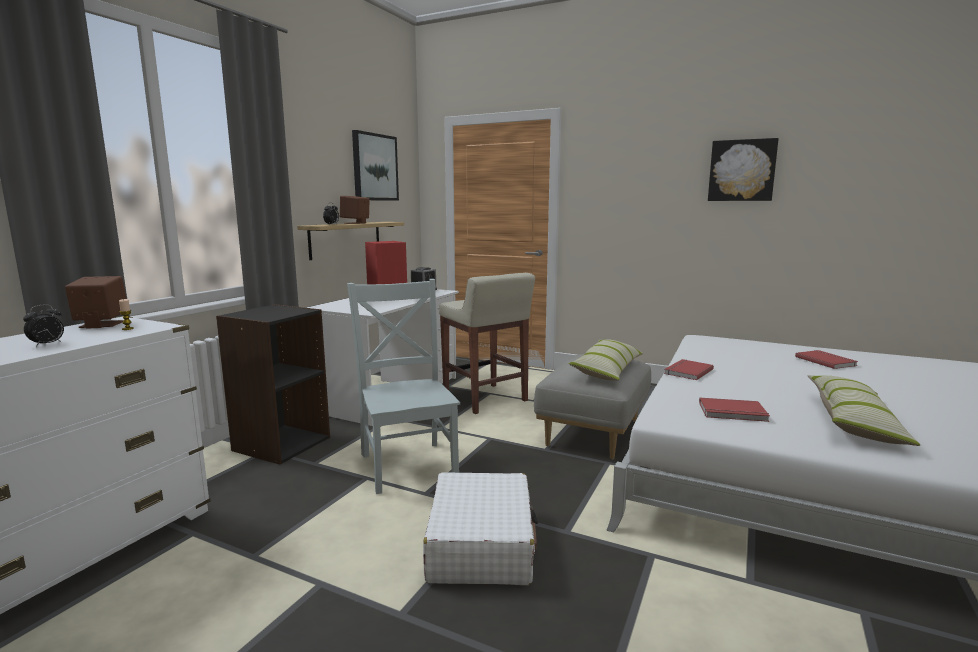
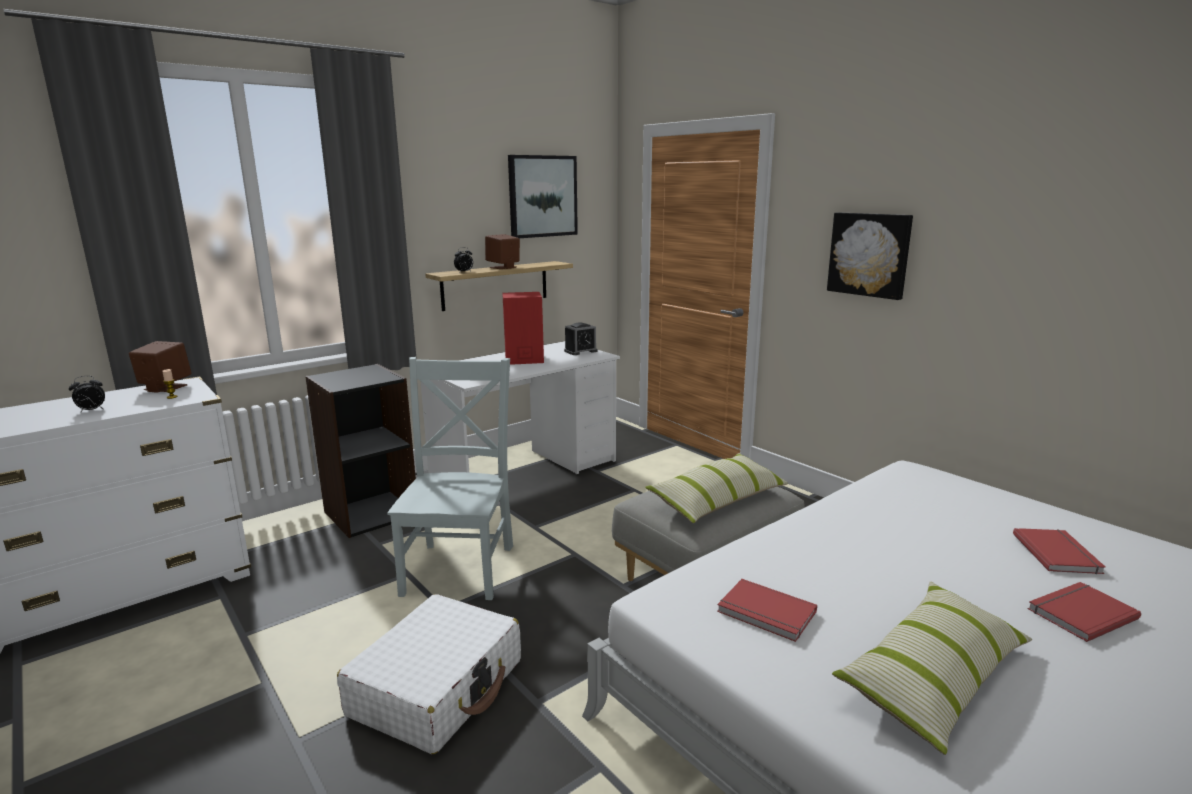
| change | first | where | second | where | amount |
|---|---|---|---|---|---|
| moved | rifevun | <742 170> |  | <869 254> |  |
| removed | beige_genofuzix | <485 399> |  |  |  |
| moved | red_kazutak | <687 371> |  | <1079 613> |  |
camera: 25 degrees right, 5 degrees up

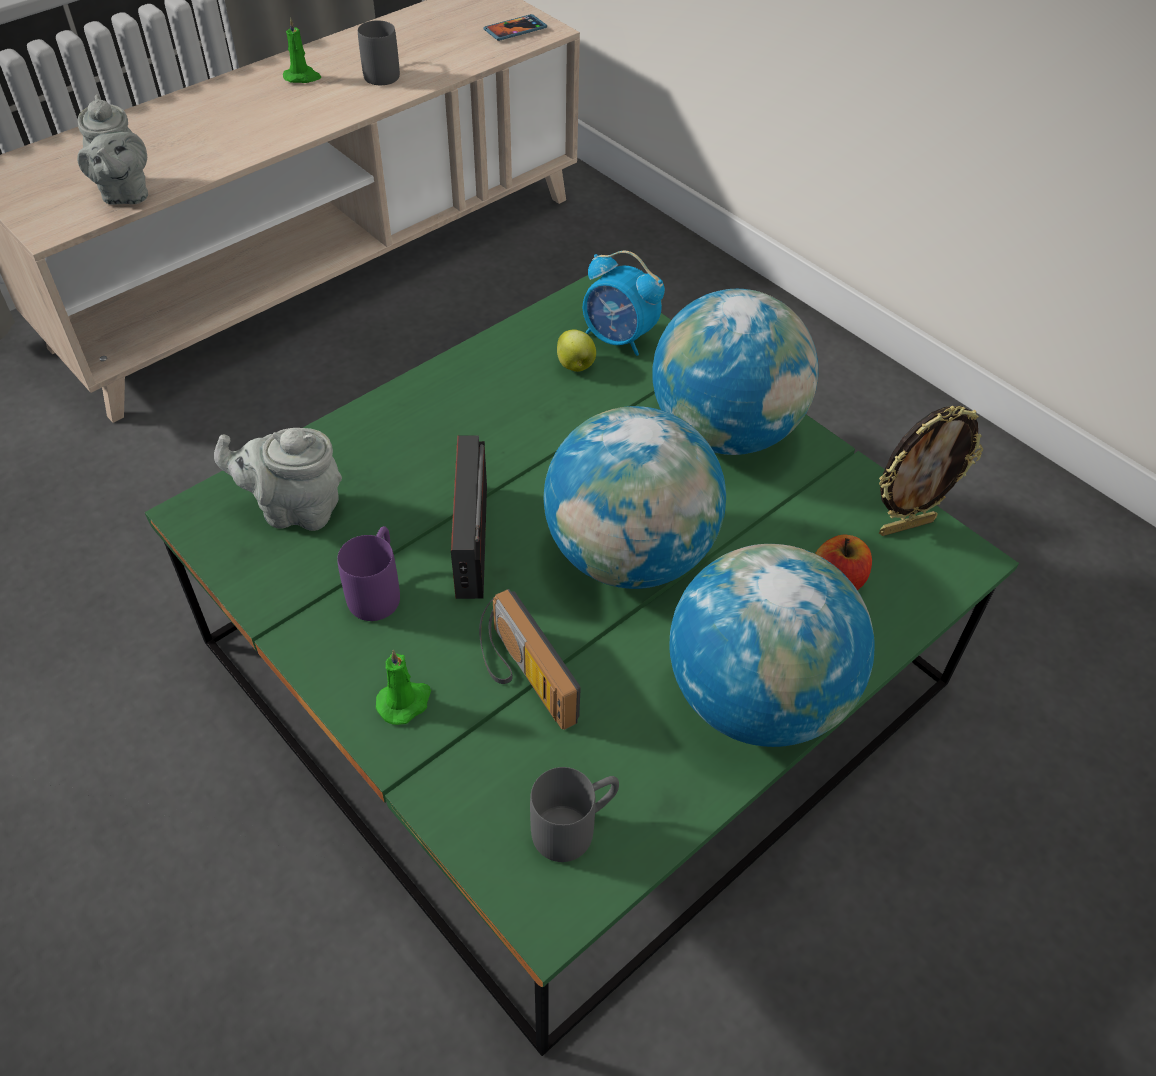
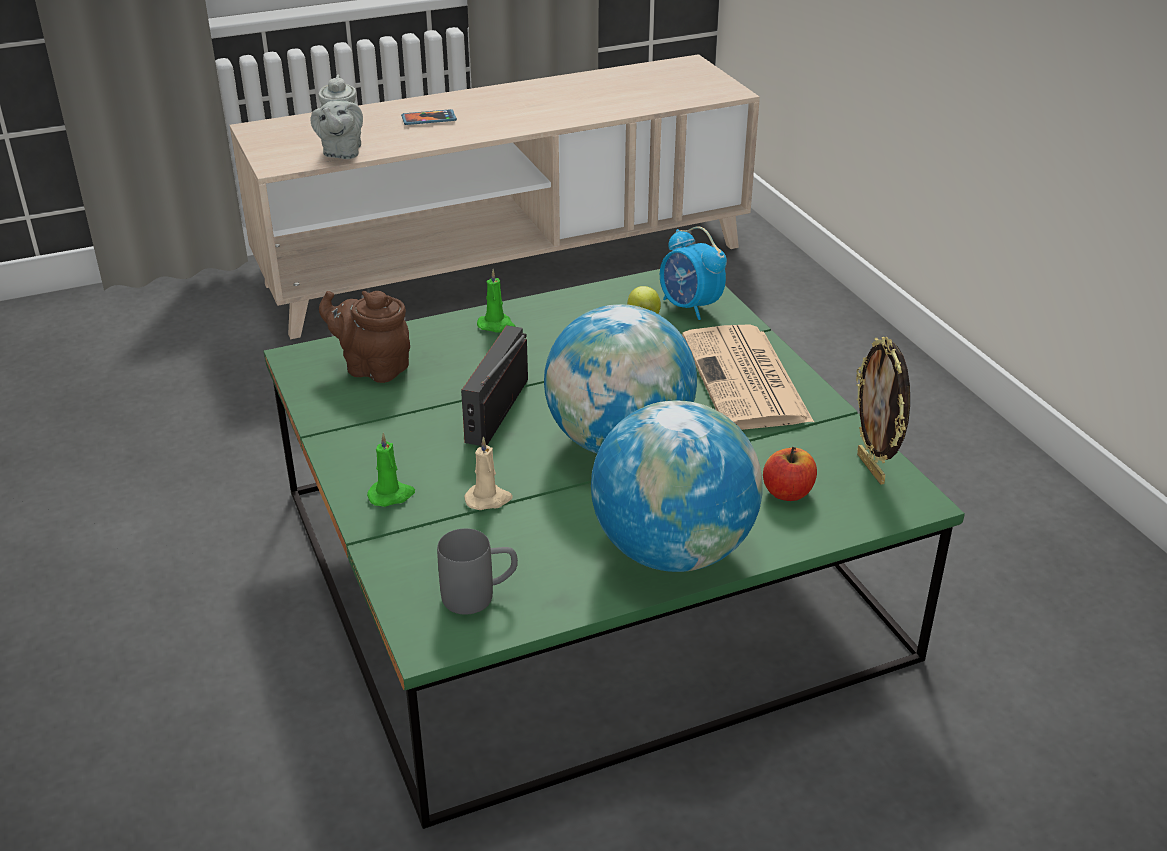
| change | first | where | second | where | amount |
|---|---|---|---|---|---|
| moved | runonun | <515 30> |  | <429 119> |  |
| moved | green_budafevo | <302 77> |  | <497 325> |  |
| removed | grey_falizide | <381 72> |  |  |  |
| replaced | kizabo | <725 431> | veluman | <747 380> |  |
| turned | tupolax | <905 525> |  | <872 468> | 75 degrees clockwise |
| recoloured | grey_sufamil | <295 509> | brown_sufamil | <372 368> |  |
| removed | purple_falizide | <378 590> |  |  |  |
| replaced | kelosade | <521 677> | beige_budafevo | <488 499> |  |
camera: 20 degrees right, 15 degrees down

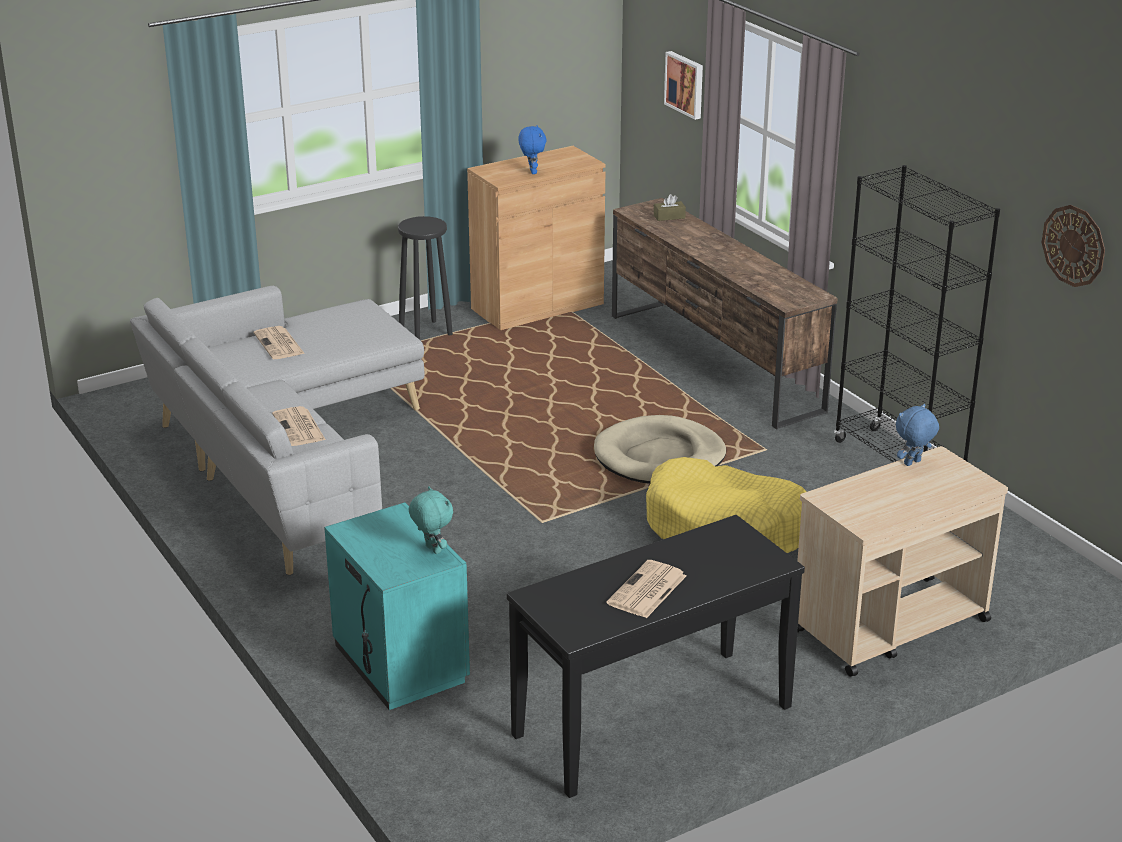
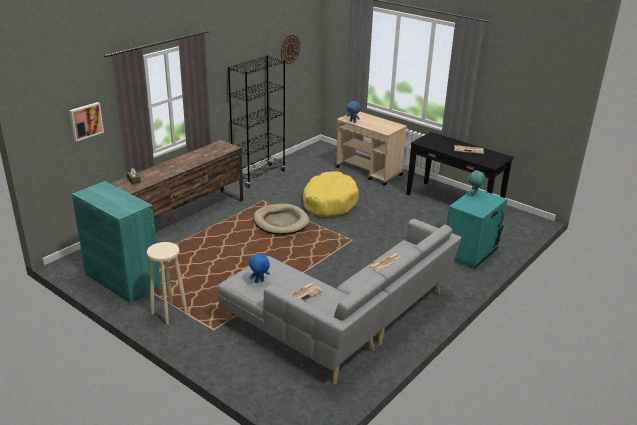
| change | first | where | second | where | amount |
|---|---|---|---|---|---|
| moved | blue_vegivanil | <532 172> |  | <259 282> |  |
| recoloured | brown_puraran | <537 306> | turquoise_puraran | <122 280> |  |
| recoloured | black_genofuzix | <426 332> | beige_genofuzix | <169 312> |  |
camera: 110 degrees left, 0 degrees up

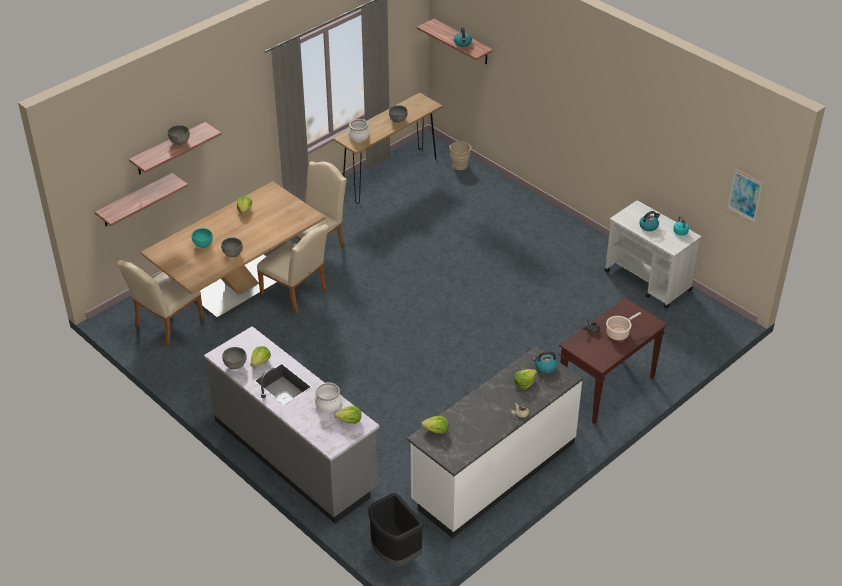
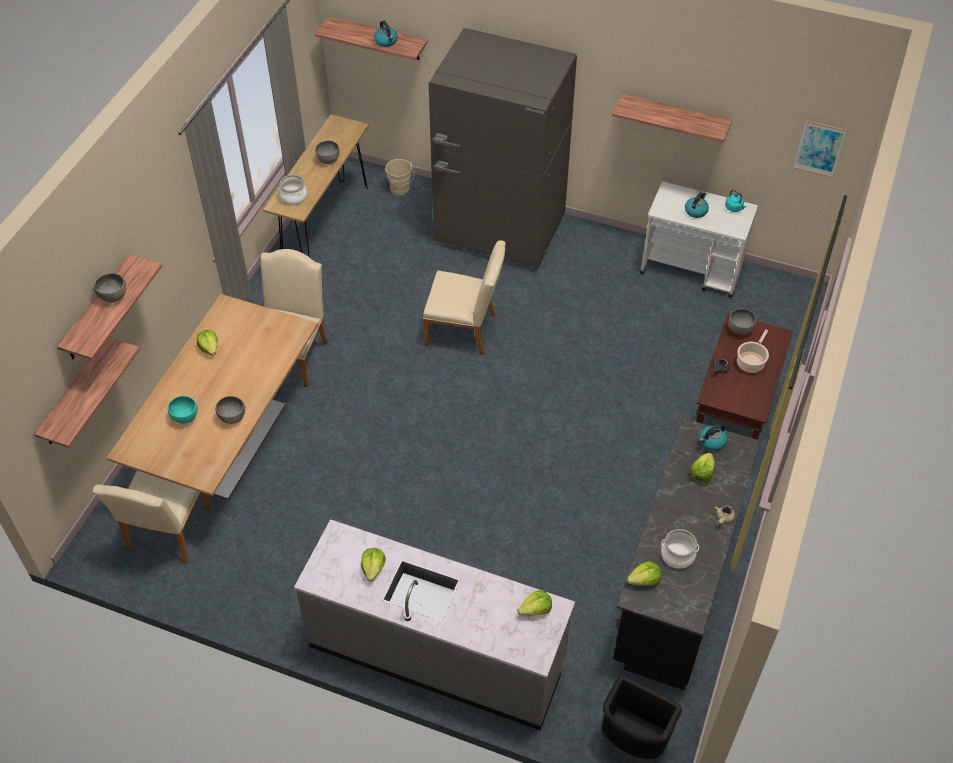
| change | first | where | second | where | amount |
|---|---|---|---|---|---|
| moved | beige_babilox | <297 294> |  | <466 330> |  |
| moved | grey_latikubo | <235 365> |  | <739 330> |  |
| recoloured | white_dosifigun | <493 472> | black_dosifigun | <676 581> |  |
| moved | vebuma | <328 404> |  | <677 555> |  |
| added |  |  | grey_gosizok | <499 231> |  |
| added |  |  | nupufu | <674 117> |  |
camera: 25 degrees left, 10 degrees up

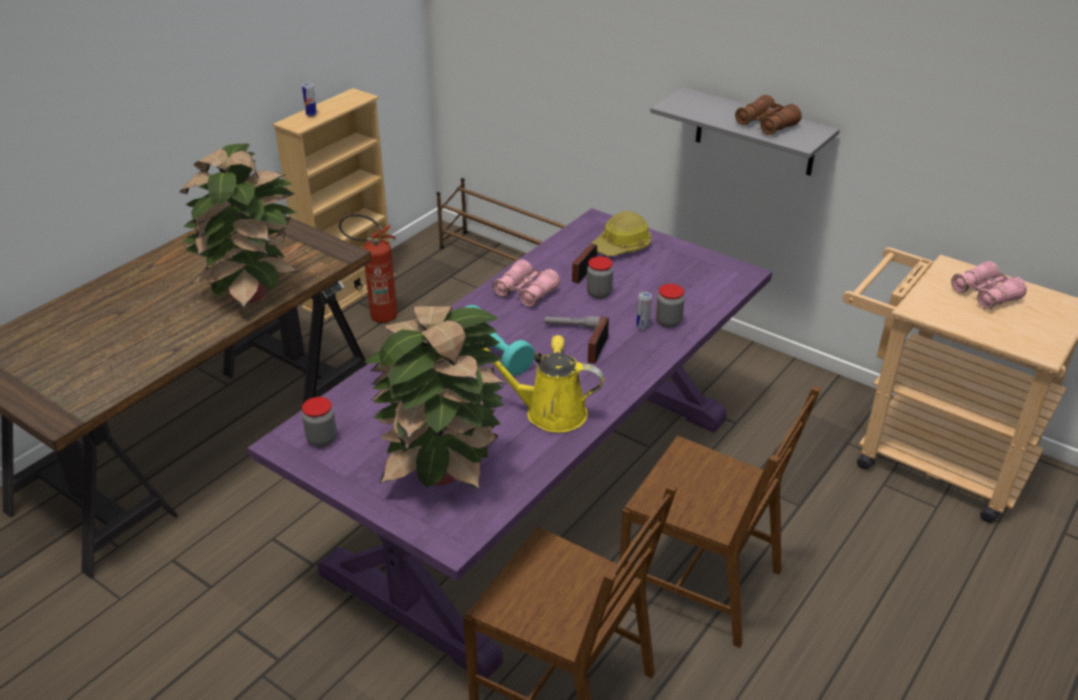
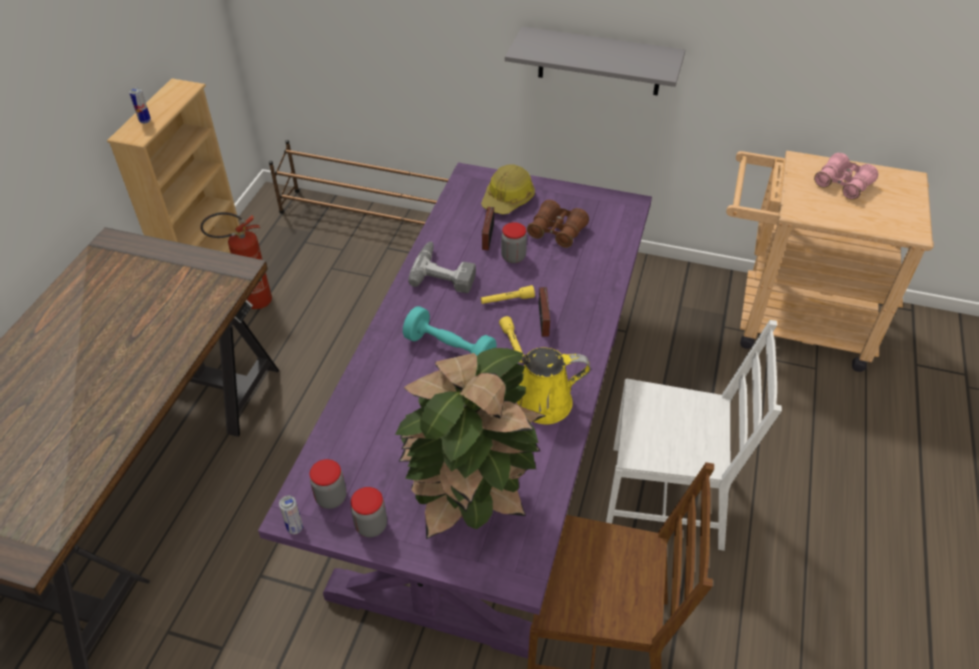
| change | first | where | second | where | amount |
|---|---|---|---|---|---|
| moved | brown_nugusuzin | <766 125> |  | <557 231> |  |
| removed | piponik | <252 293> |  |  |  |
| replaced | pink_nugusuzin | <526 292> | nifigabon | <445 272> |  |
| moved | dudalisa | <668 322> |  | <371 525> |  |
| moved | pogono | <642 327> |  | <295 528> |  |
| recoloured | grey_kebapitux | <572 326> | yellow_kebapitux | <507 300> |  |
| recoloured | brown_babilox | <702 582> | white_babilox | <667 497> |  |
camera: 20 degrees left, 10 degrees up

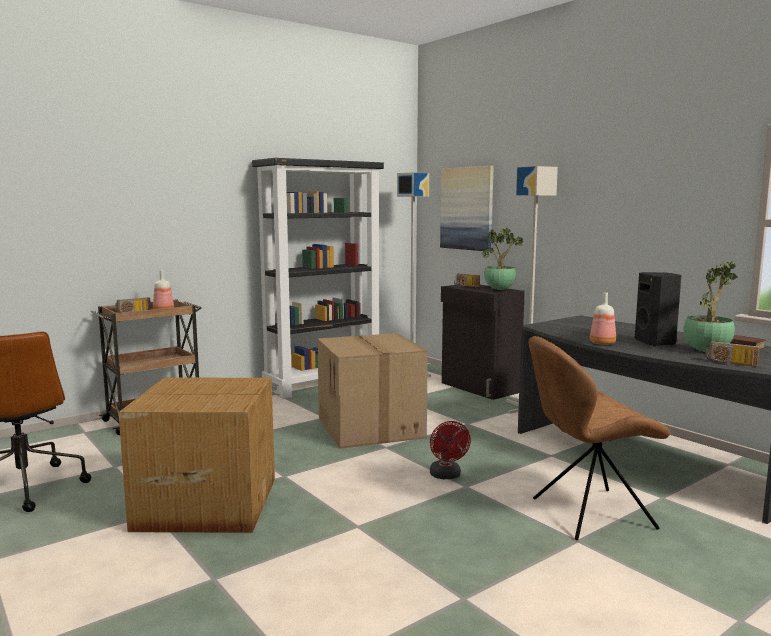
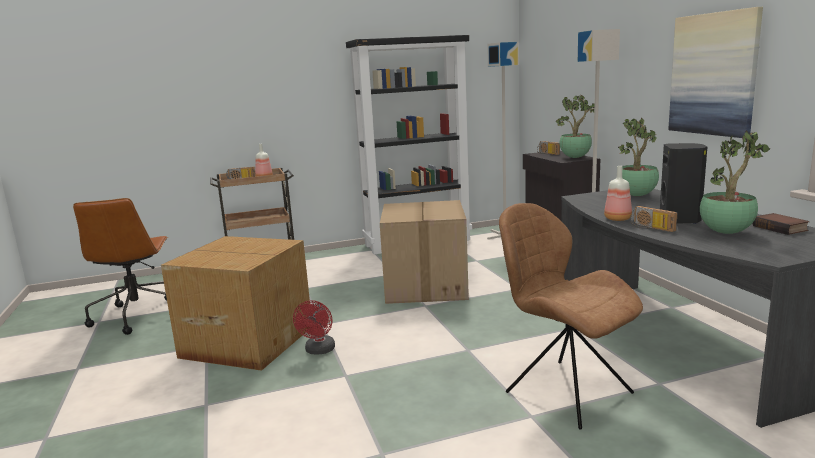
| change | first | where | second | where | amount |
|---|---|---|---|---|---|
| moved | rifevun | <467 208> |  | <713 74> |  |
| turned | brown_babilox | <588 514> |  | <564 391> | 45 degrees clockwise |
| moved | kelosade | <730 364> |  | <650 228> |  |
| moved | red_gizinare | <447 476> |  | <319 351> |  |
| added |  |  | piponik | <637 196> |  |
camera: 20 degrees right, 5 degrees up

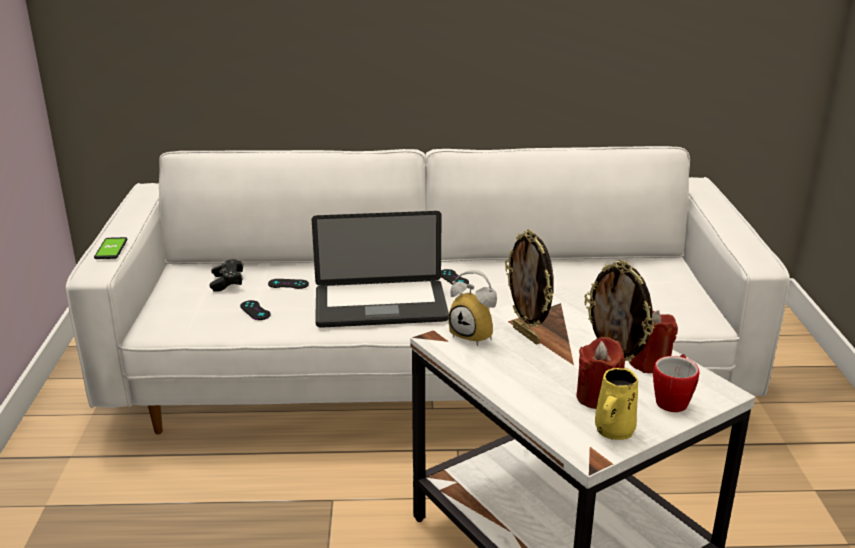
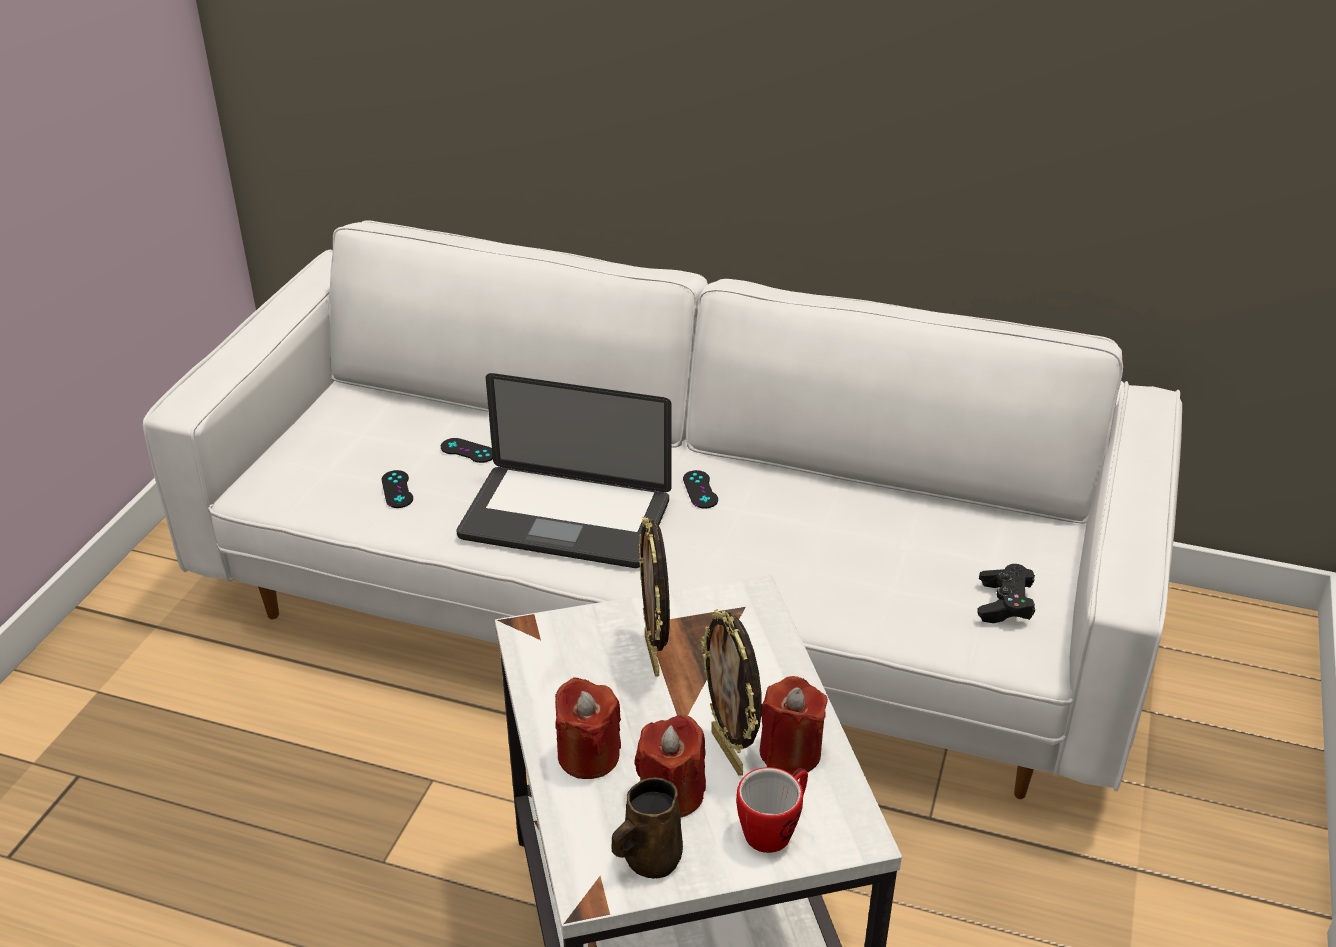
| change | first | where | second | where | amount |
|---|---|---|---|---|---|
| removed | runonun | <111 249> |  |  |  |
| moved | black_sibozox | <227 282> |  | <1004 604> |  |
| removed | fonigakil | <476 335> |  |  |  |
| recoloured | yellow_falizide | <613 431> | brown_falizide | <649 859> |  |
| added |  |  | red_budafevo | <588 756> |  |
camera: 20 degrees right, 10 degrees up

